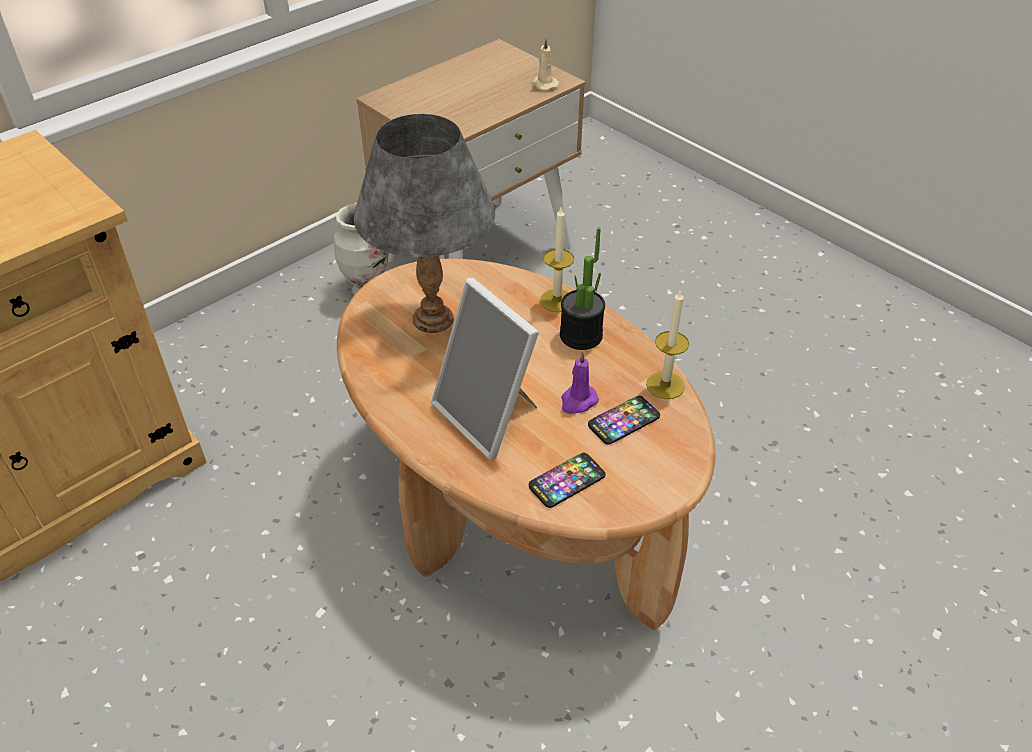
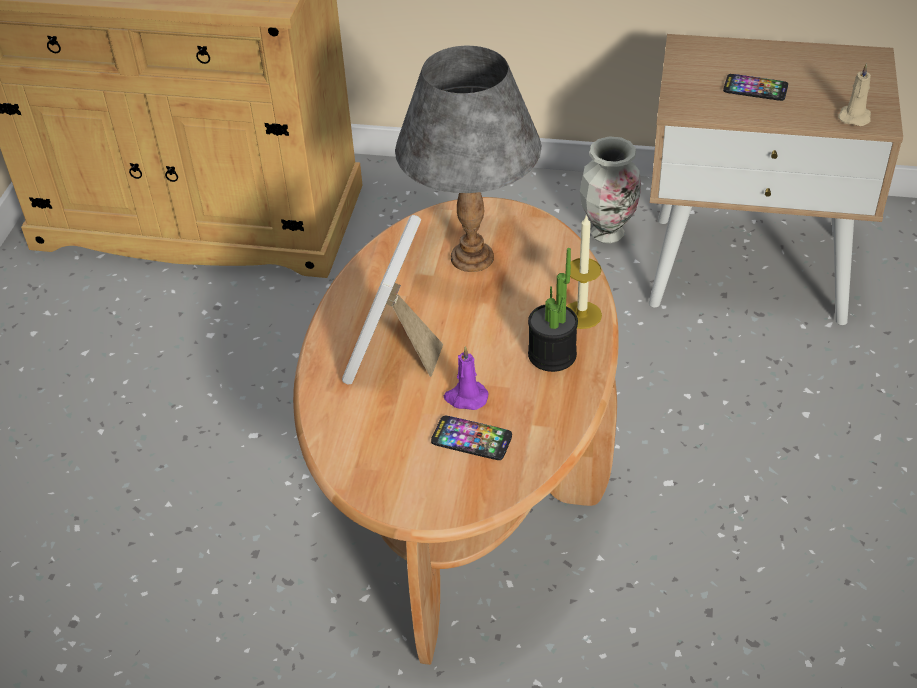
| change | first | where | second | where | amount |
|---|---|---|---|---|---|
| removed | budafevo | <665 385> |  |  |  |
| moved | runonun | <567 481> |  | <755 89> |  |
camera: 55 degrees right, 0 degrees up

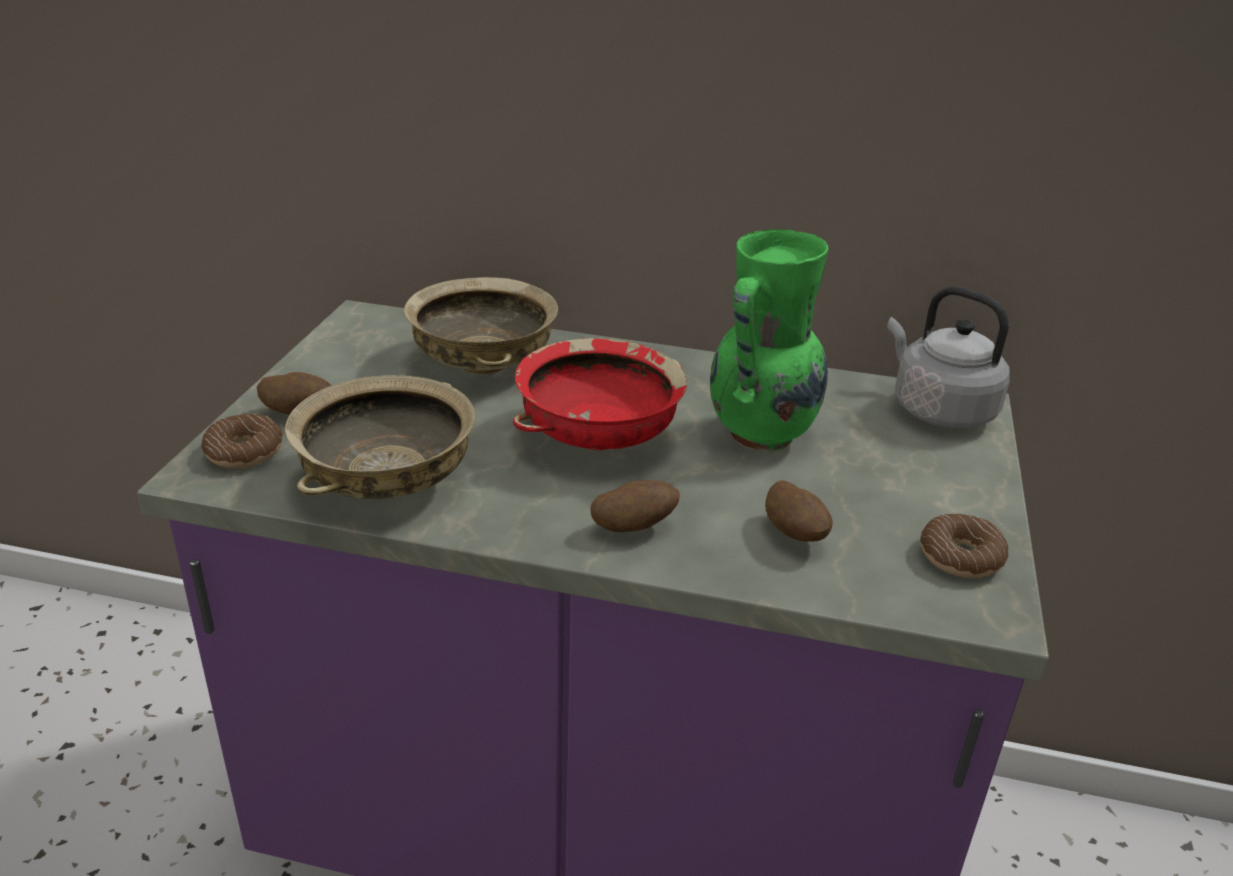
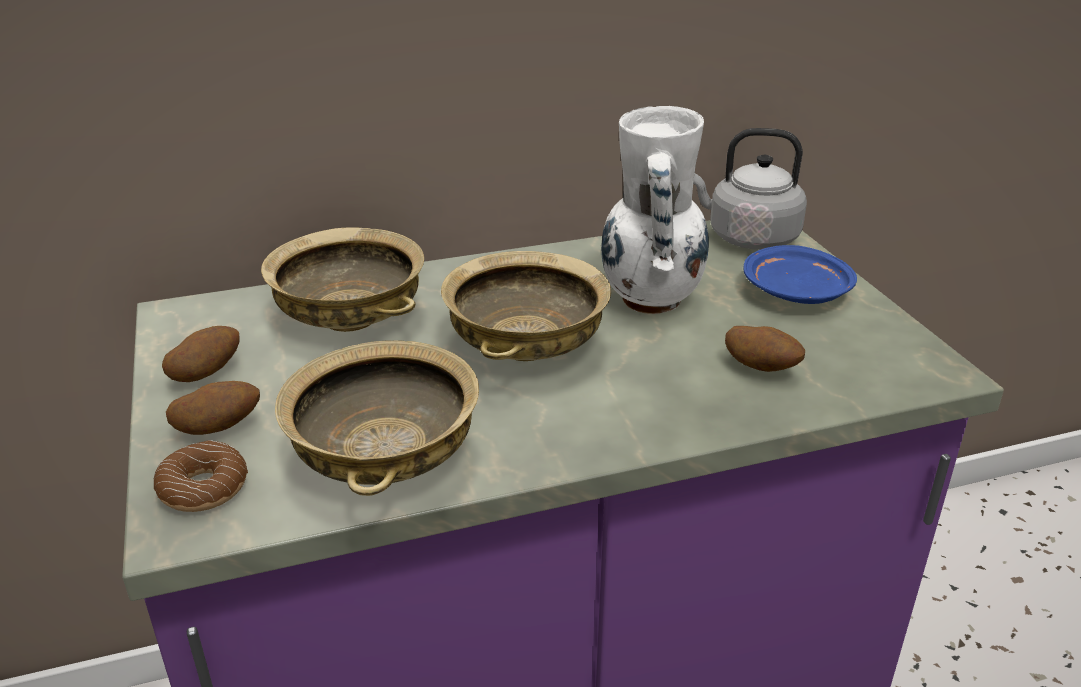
| change | first | where | second | where | amount |
|---|---|---|---|---|---|
| recoloured | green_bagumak | <759 436> | white_bagumak | <649 301> |  |
| recoloured | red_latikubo | <600 435> | beige_latikubo | <526 345> |  |
| moved | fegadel | <633 527> |  | <206 374> |  |
| removed | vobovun | <960 557> |  |  |  |
| added |  |  | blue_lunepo | <796 292> |  |
camera: 30 degrees left, 0 degrees up

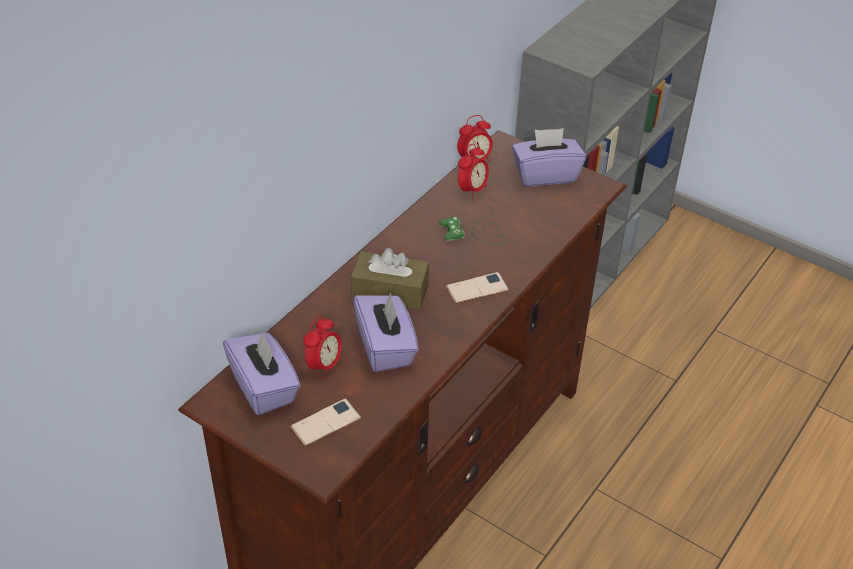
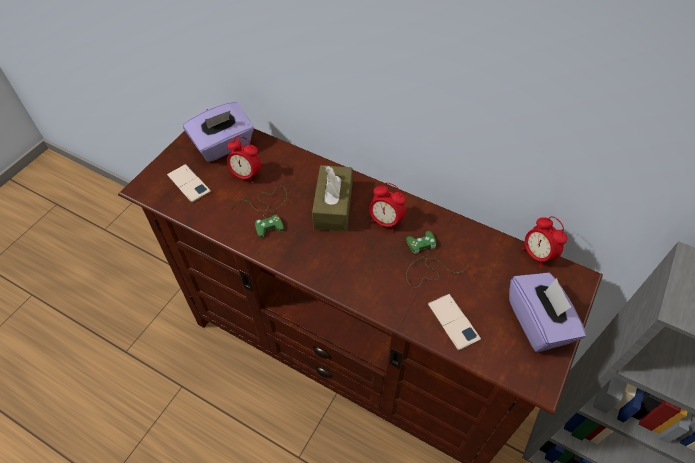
| change | first | where | second | where | amount |
|---|---|---|---|---|---|
| moved | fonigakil | <472 190> |  | <385 221> |  |
| moved | runonun | <477 288> |  | <453 321> |  |
| replaced | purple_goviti | <386 347> | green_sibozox | <267 210> |  |
camera: 85 degrees right, 10 degrees up

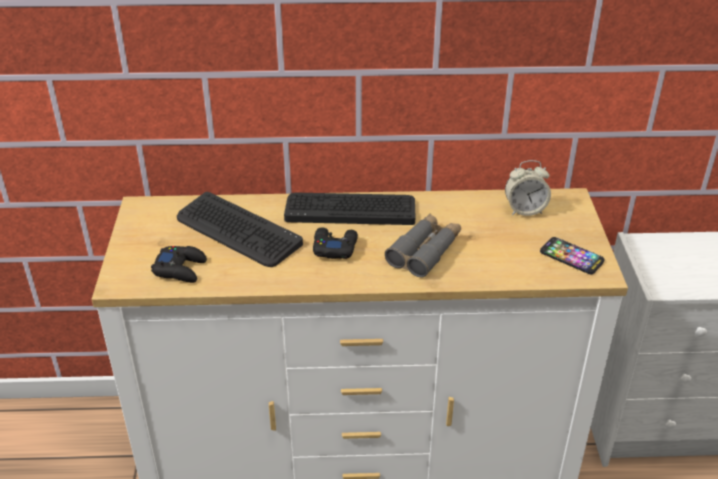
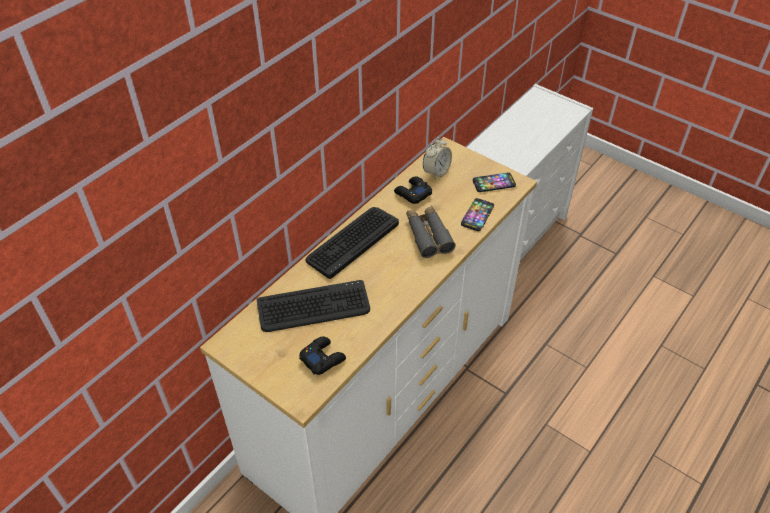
| change | first | where | second | where | amount |
|---|---|---|---|---|---|
| moved | black_sibozox | <334 247> |  | <412 193> |  |
| added |  |  | runonun | <477 215> |  |
camera: 50 degrees left, 10 degrees up

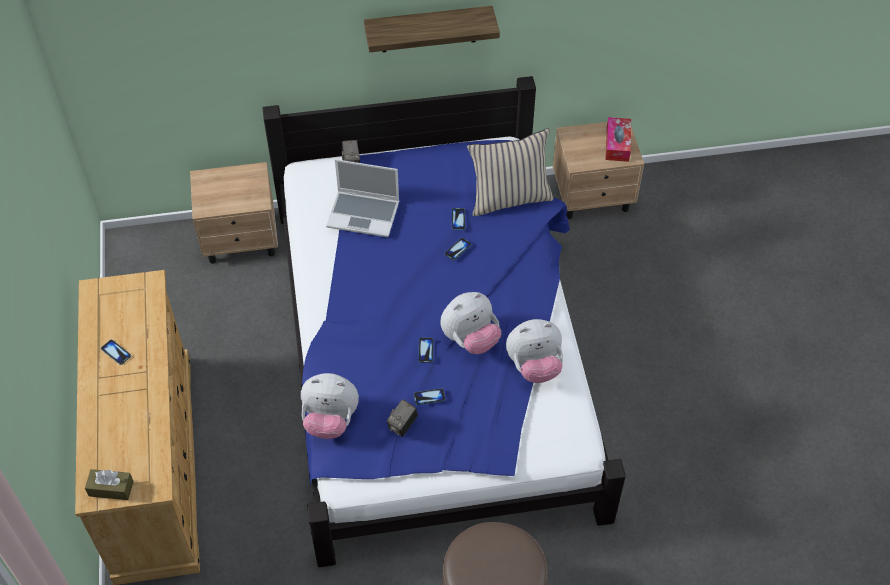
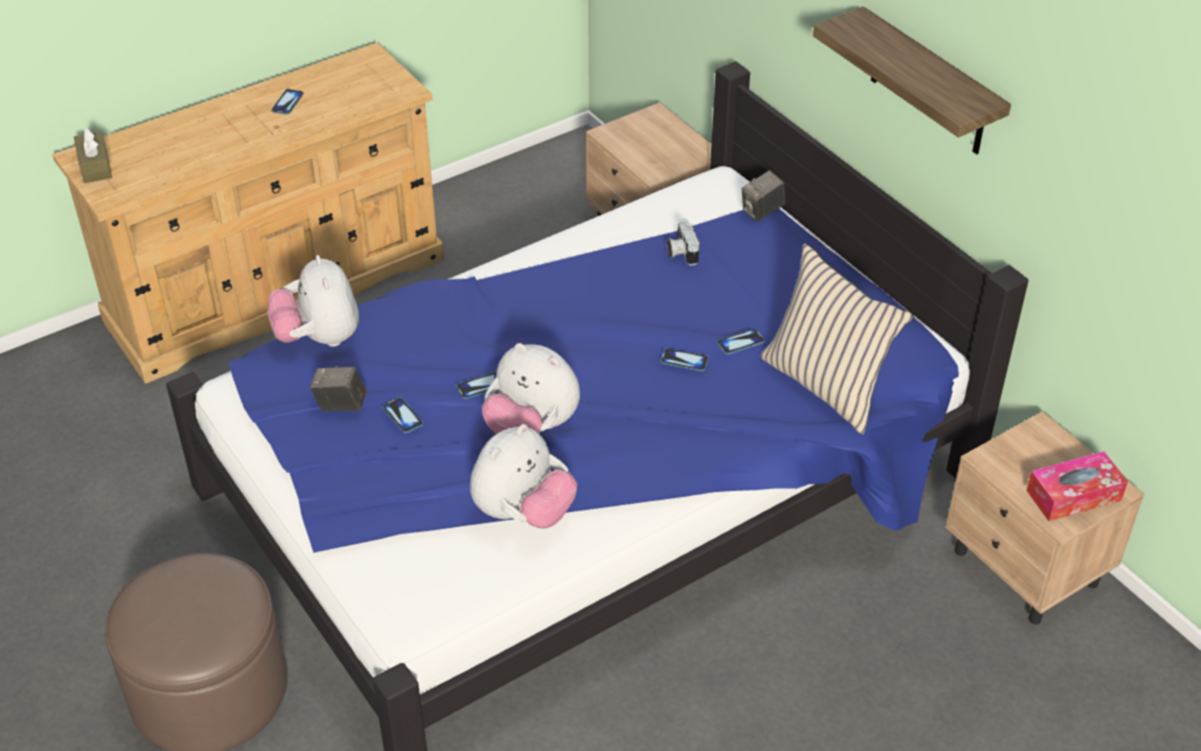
| change | first | where | second | where | amount |
|---|---|---|---|---|---|
| replaced | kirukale | <364 214> | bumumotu | <681 252> |  |
| turned | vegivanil | <534 366> |  | <523 513> | 105 degrees counterclockwise |
camera: 65 degrees right, 10 degrees down

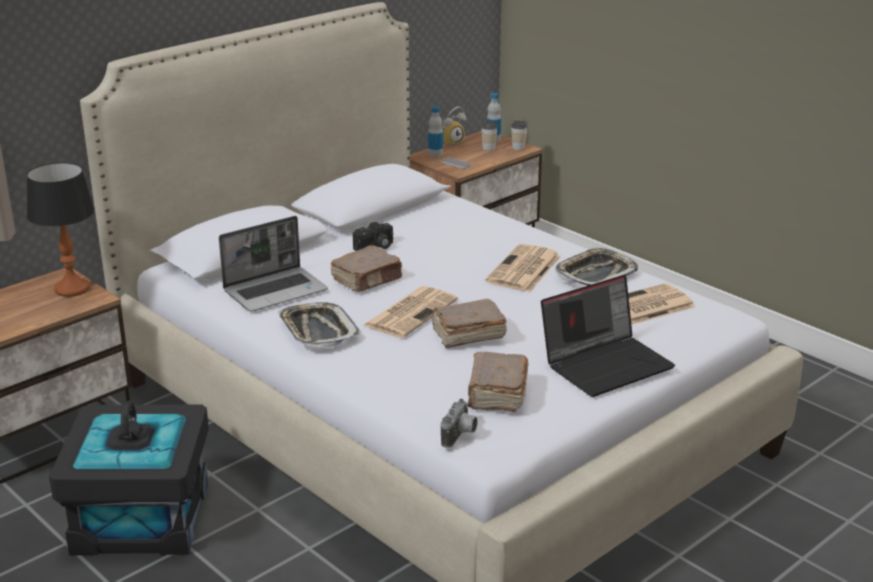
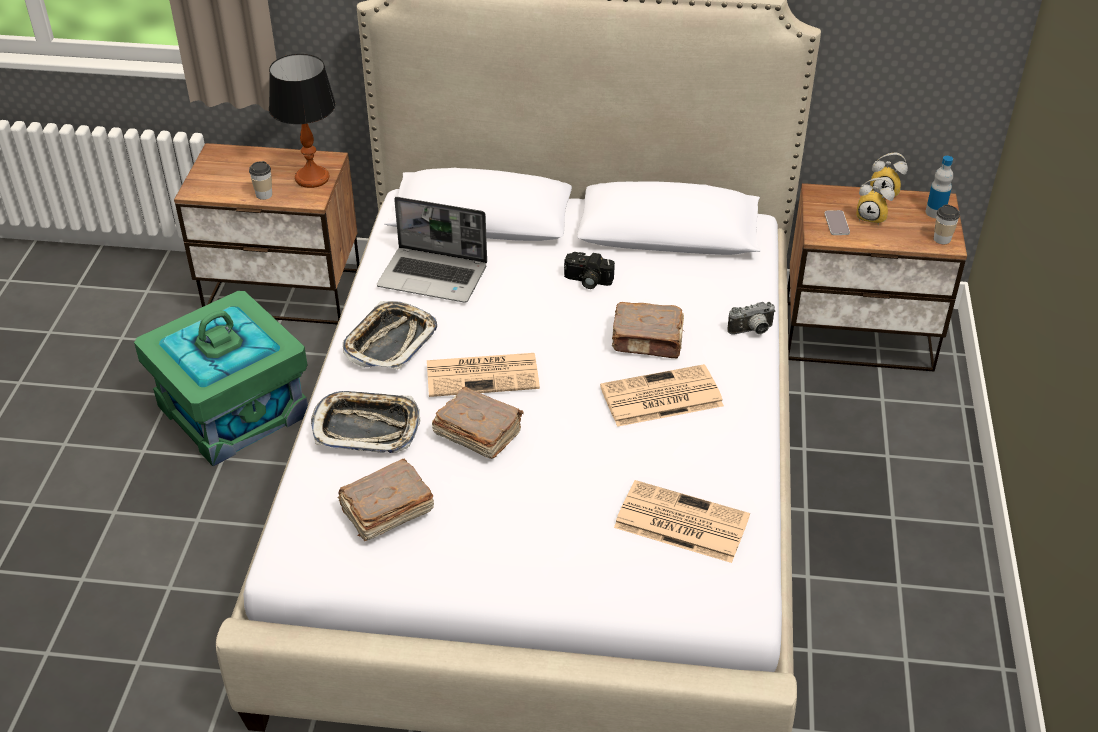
| change | first | where | second | where | amount |
|---|---|---|---|---|---|
| removed | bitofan | <435 154> |  |  |  |
| moved | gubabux | <488 148> |  | <264 194> |  |
| moved | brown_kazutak | <367 280> |  | <648 341> |  |
| moved | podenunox | <595 274> |  | <366 427> |  |
| removed | kirukale | <606 363> |  |  |  |
| moved | bumumotu | <460 436> |  | <752 331> |  |
| recoloured | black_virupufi | <140 517> | green_virupufi | <233 410> |  |
| added |  |  | fonigakil | <872 217> |  |
camera: 50 degrees right, 15 degrees up

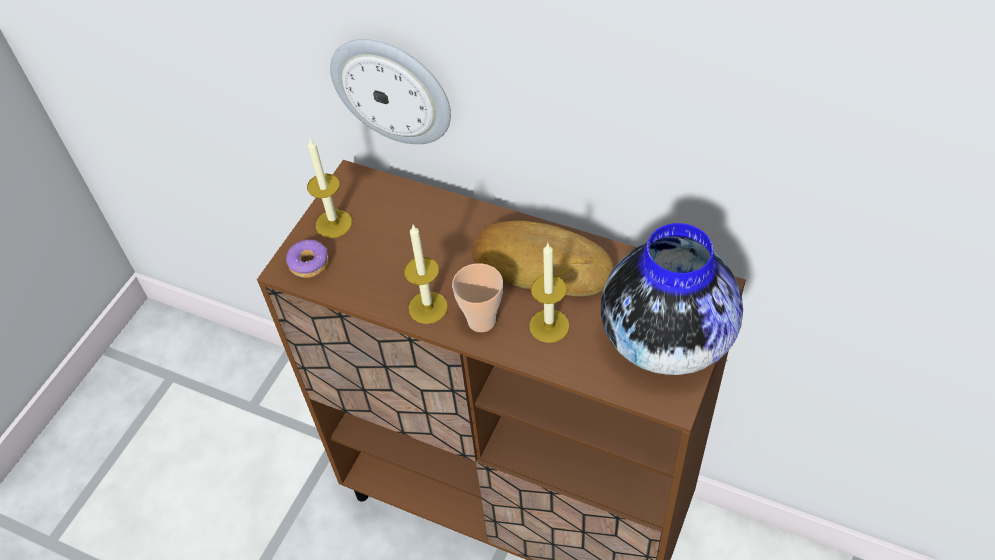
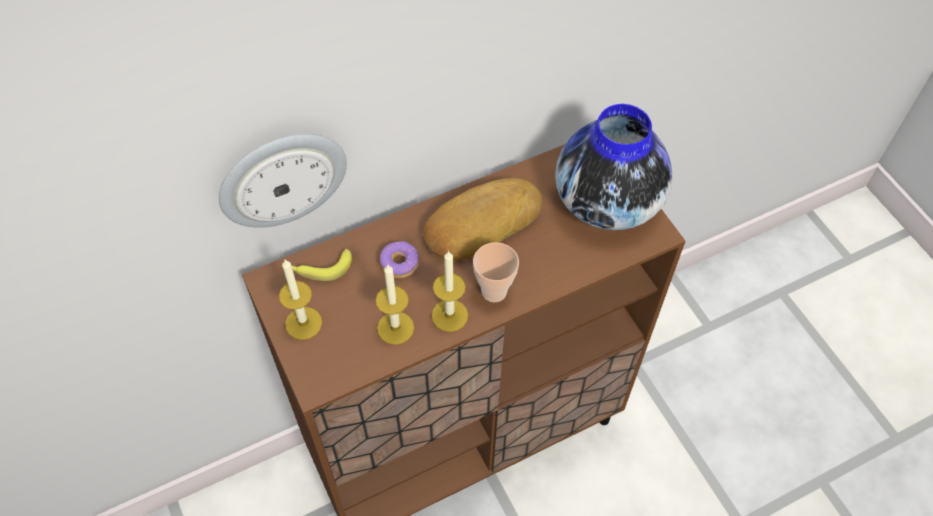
| change | first | where | second | where | amount |
|---|---|---|---|---|---|
| moved | vobovun | <309 263> |  | <400 263> |  |
| moved | budafevo | <549 326> |  | <395 328> |  |
| added |  |  | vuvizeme | <319 268> |  |
camera: 55 degrees left, 5 degrees up

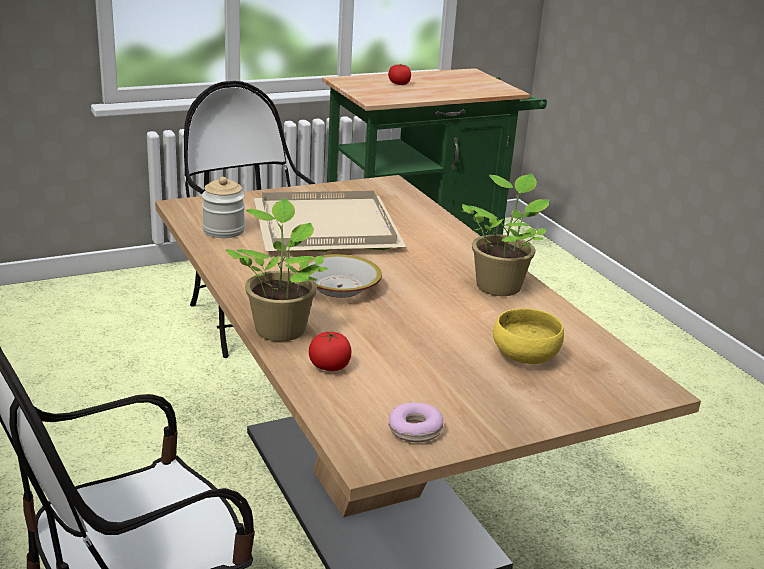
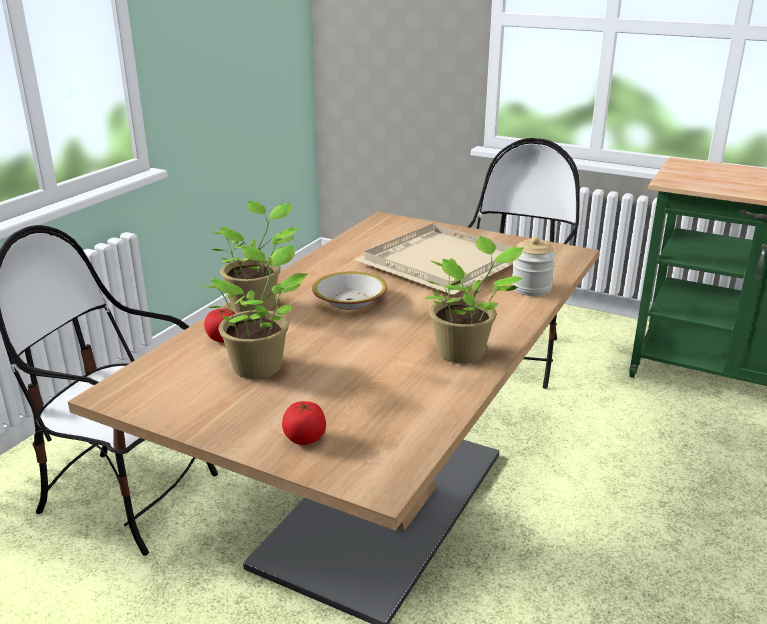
| change | first | where | second | where | amount |
|---|---|---|---|---|---|
| moved | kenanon | <399 84> |  | <305 438> |  |
| moved | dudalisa | <223 230> |  | <531 288> |  |
| removed | yellow_latikubo | <524 357> |  |  |  |
| removed | vobovun | <415 430> |  |  |  |
| added |  |  | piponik | <260 365> |  |
camera: 55 degrees right, 0 degrees up

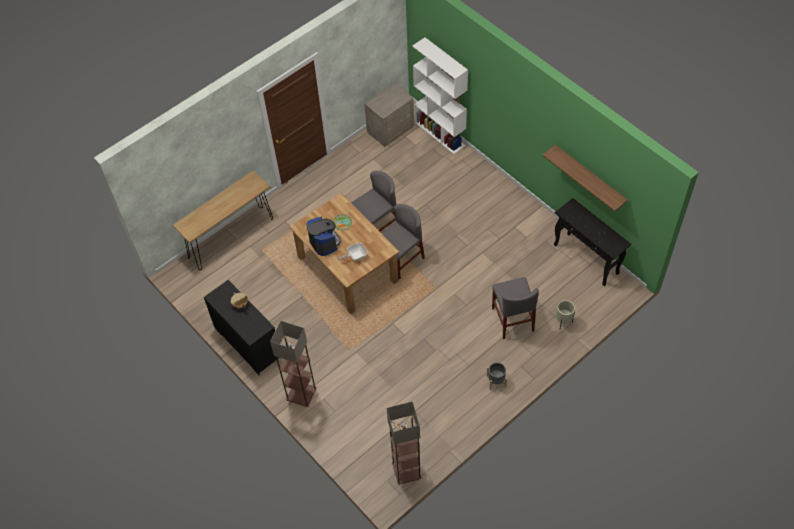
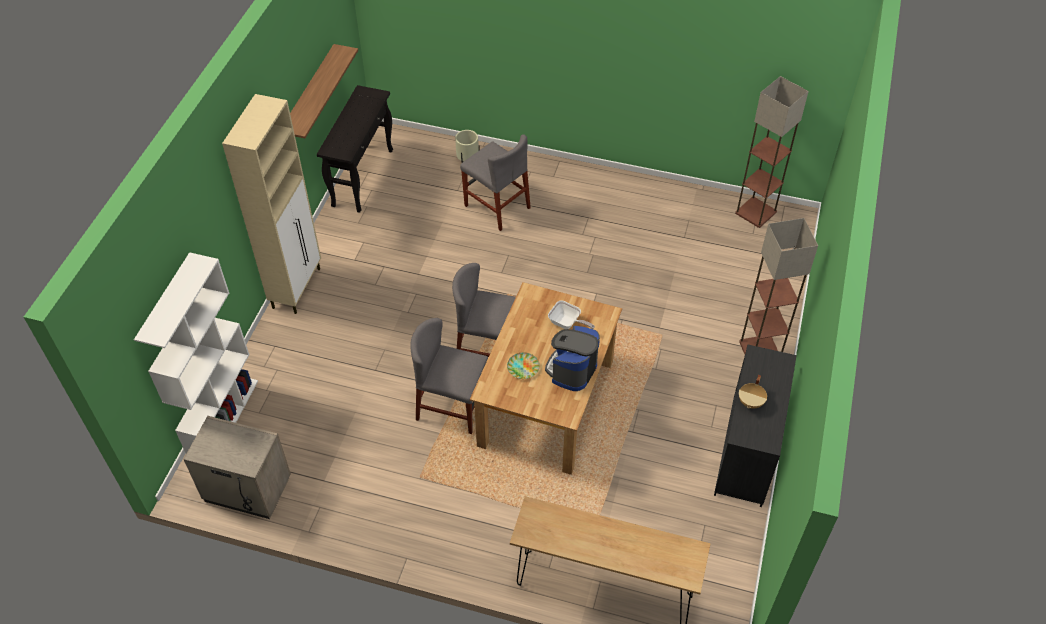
| change | first | where | second | where | amount |
|---|---|---|---|---|---|
| turned | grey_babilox | <512 319> |  | <497 206> | 90 degrees clockwise |
| removed | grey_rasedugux | <496 381> |  |  |  |
| added |  |  | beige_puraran | <297 287> |  |
camera: 125 degrees left, 5 degrees down

